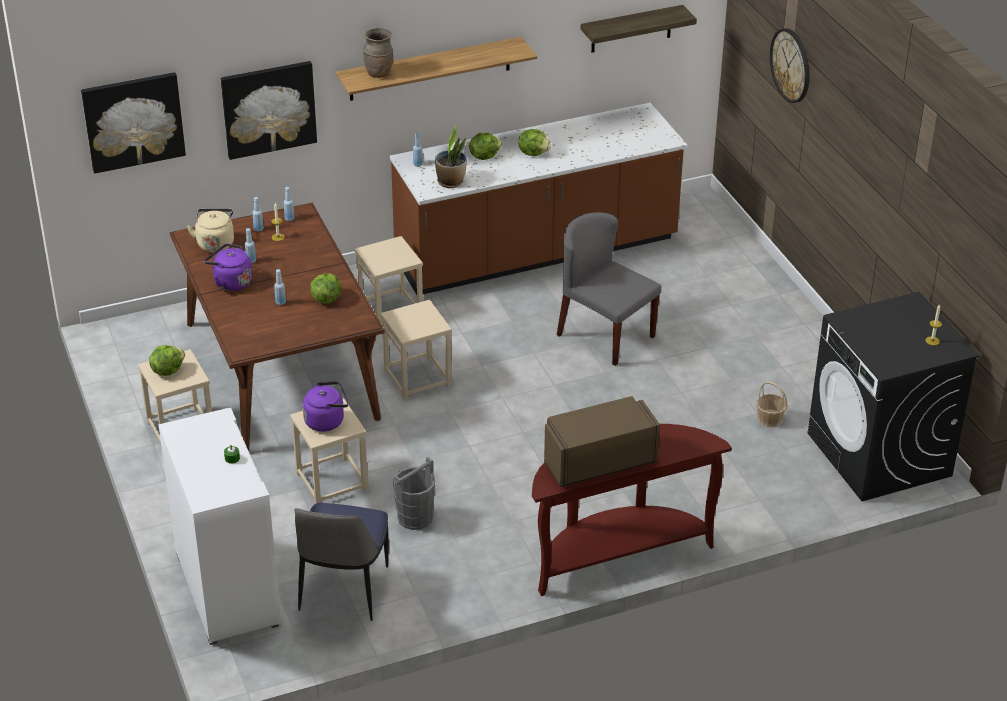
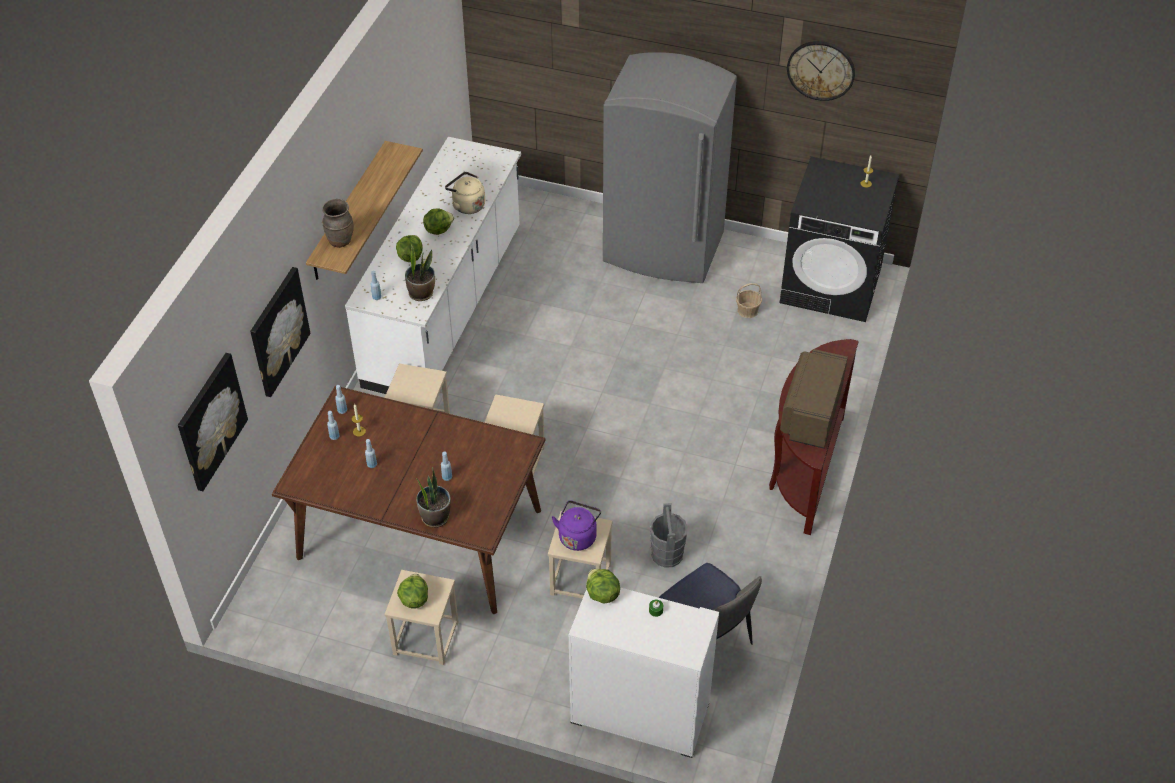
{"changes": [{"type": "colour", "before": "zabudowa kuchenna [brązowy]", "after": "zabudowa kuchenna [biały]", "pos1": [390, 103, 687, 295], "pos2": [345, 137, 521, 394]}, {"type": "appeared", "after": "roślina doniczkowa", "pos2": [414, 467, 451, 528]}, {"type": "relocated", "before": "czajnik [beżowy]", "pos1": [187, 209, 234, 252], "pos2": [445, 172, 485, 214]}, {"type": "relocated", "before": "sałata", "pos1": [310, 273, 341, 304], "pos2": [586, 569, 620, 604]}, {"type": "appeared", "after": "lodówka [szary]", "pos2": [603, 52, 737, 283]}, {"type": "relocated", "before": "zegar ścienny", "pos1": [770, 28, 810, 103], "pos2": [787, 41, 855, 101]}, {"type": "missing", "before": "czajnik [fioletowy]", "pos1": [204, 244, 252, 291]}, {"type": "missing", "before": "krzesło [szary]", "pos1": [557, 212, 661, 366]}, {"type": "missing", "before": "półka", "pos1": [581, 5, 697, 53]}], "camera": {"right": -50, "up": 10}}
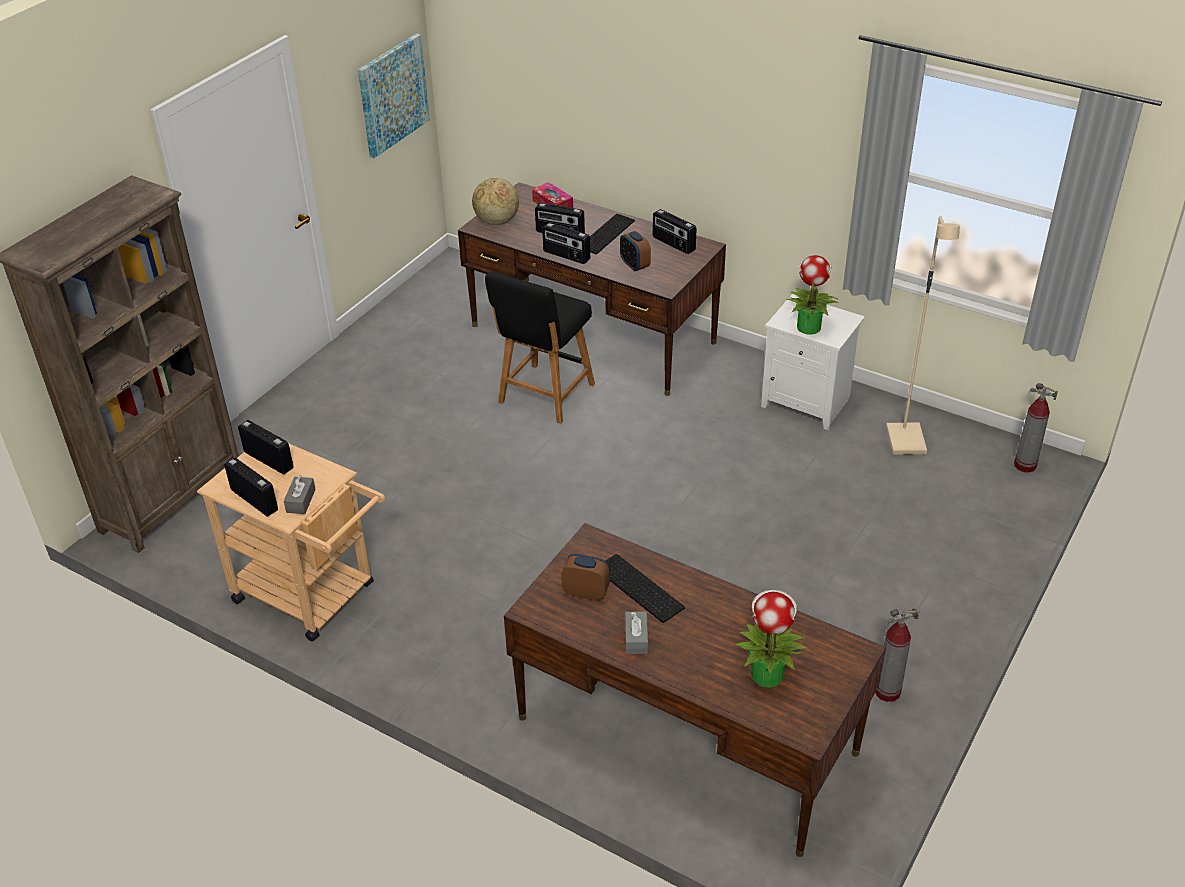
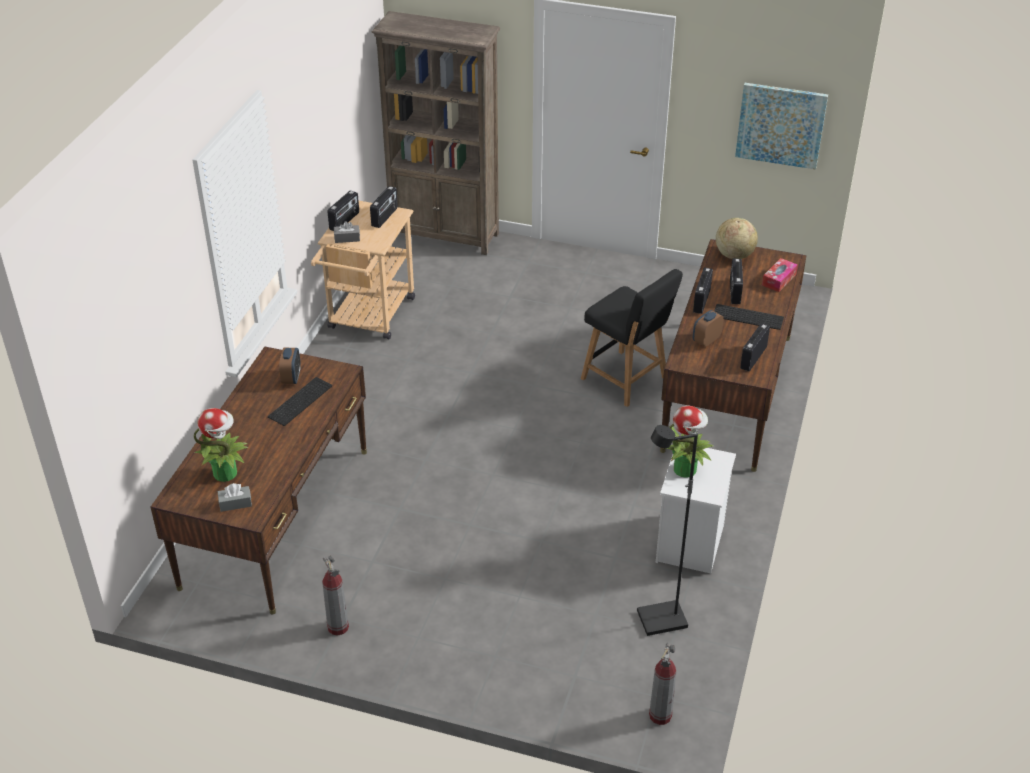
{"changes": [{"type": "relocated", "before": "pudełko chusteczek [szary]", "pos1": [625, 612, 648, 654], "pos2": [218, 483, 252, 512]}, {"type": "spun", "before": "krzesło [czarny]", "pos1": [485, 271, 595, 424], "pos2": [581, 269, 683, 407], "turn": -150}, {"type": "colour", "before": "lampa stojąca [beżowy]", "after": "lampa stojąca [czarny]", "pos1": [886, 216, 960, 455], "pos2": [637, 425, 698, 636]}], "camera": {"right": 75, "up": 0}}
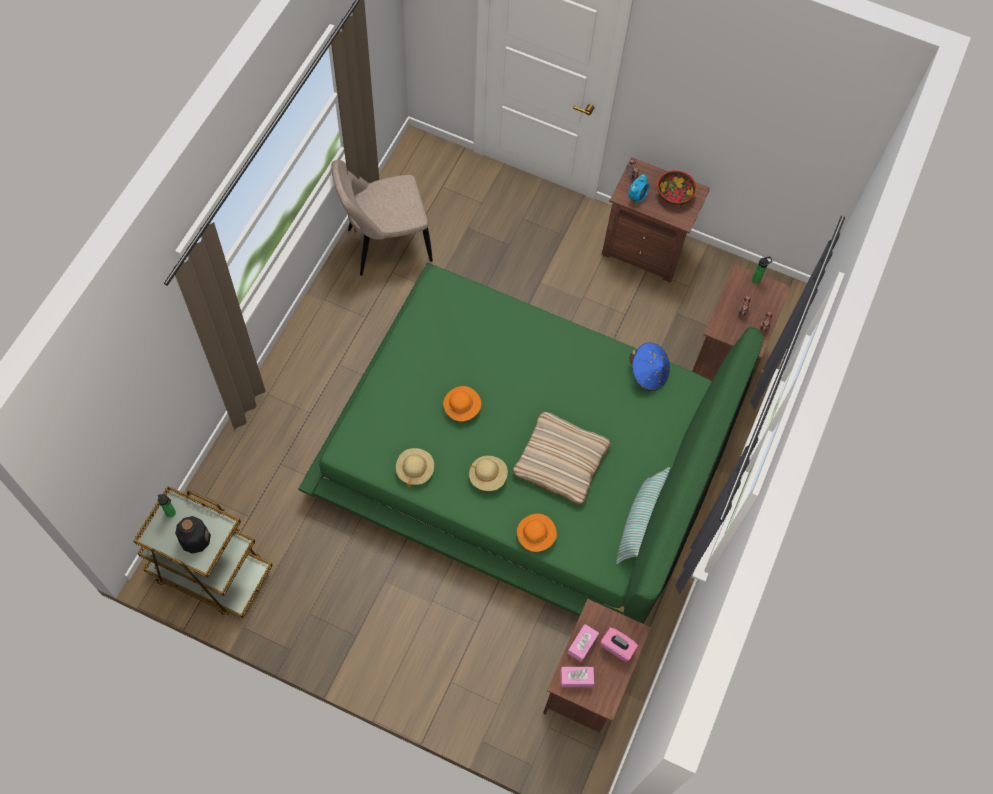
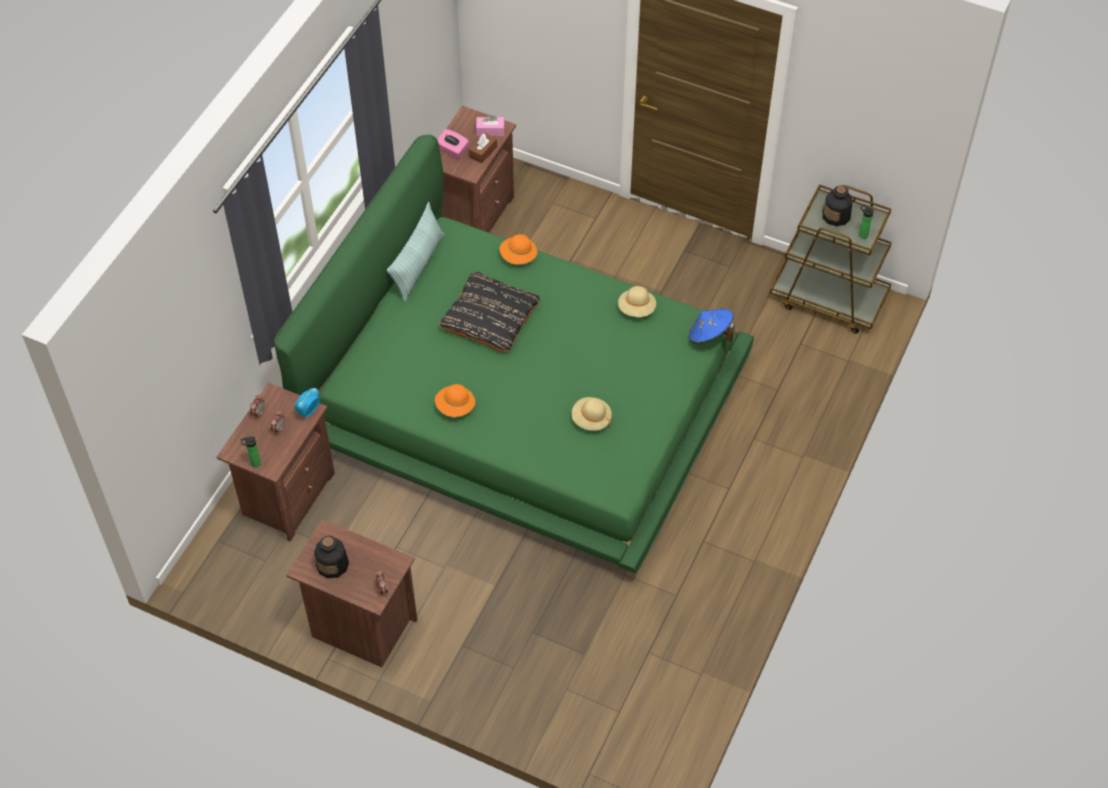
{"changes": [{"type": "relocated", "before": "budzik", "pos1": [628, 174, 649, 206], "pos2": [295, 388, 320, 418]}, {"type": "exchanged", "before": "miska", "after": "butelka", "pos1": [657, 170, 697, 205], "pos2": [314, 536, 349, 578]}, {"type": "relocated", "before": "kapelusz [pomarańczowy]", "pos1": [443, 386, 481, 421], "pos2": [435, 384, 475, 417]}, {"type": "colour", "before": "poduszka [beżowy]", "after": "poduszka [czarny]", "pos1": [513, 412, 611, 504], "pos2": [439, 272, 540, 353]}, {"type": "colour", "before": "pudełko chusteczek [różowy]", "after": "pudełko chusteczek [brązowy]", "pos1": [567, 624, 599, 662], "pos2": [469, 133, 497, 164]}, {"type": "relocated", "before": "kapelusz [beżowy]", "pos1": [469, 456, 508, 491], "pos2": [572, 397, 612, 431]}, {"type": "relocated", "before": "kapelusz [niebieski]", "pos1": [629, 343, 670, 391], "pos2": [688, 309, 735, 344]}, {"type": "missing", "before": "krzesło [beżowy]", "pos1": [331, 160, 433, 276]}], "camera": {"right": -175, "up": -10}}
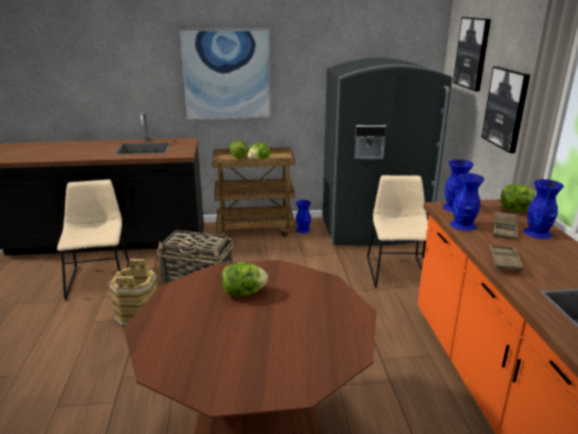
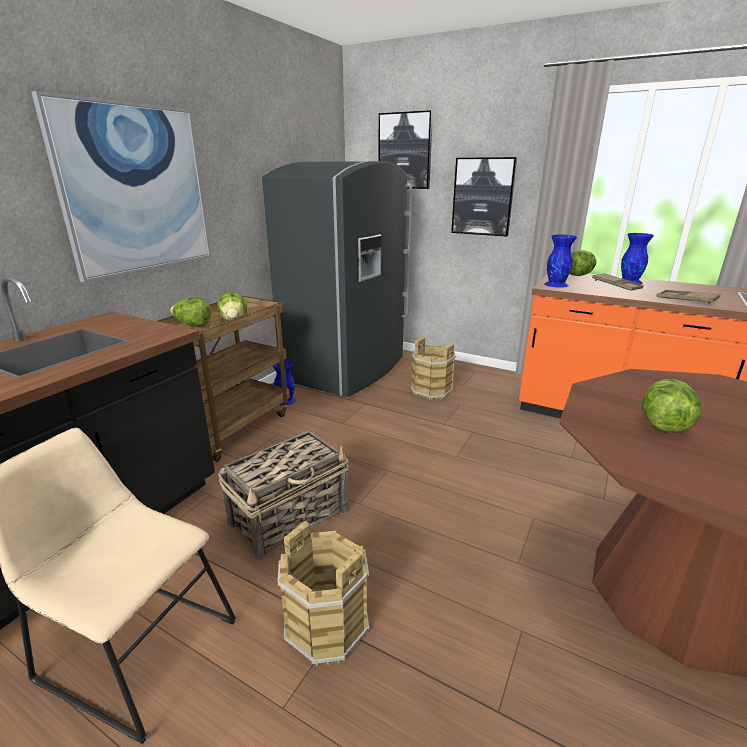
{"changes": [{"type": "exchanged", "before": "krzesło [beżowy]", "after": "wiadro [brązowy]", "pos1": [367, 175, 429, 288], "pos2": [411, 337, 456, 400]}, {"type": "missing", "before": "wazon [niebieski]", "pos1": [450, 173, 485, 231]}], "camera": {"right": -55, "up": 0}}
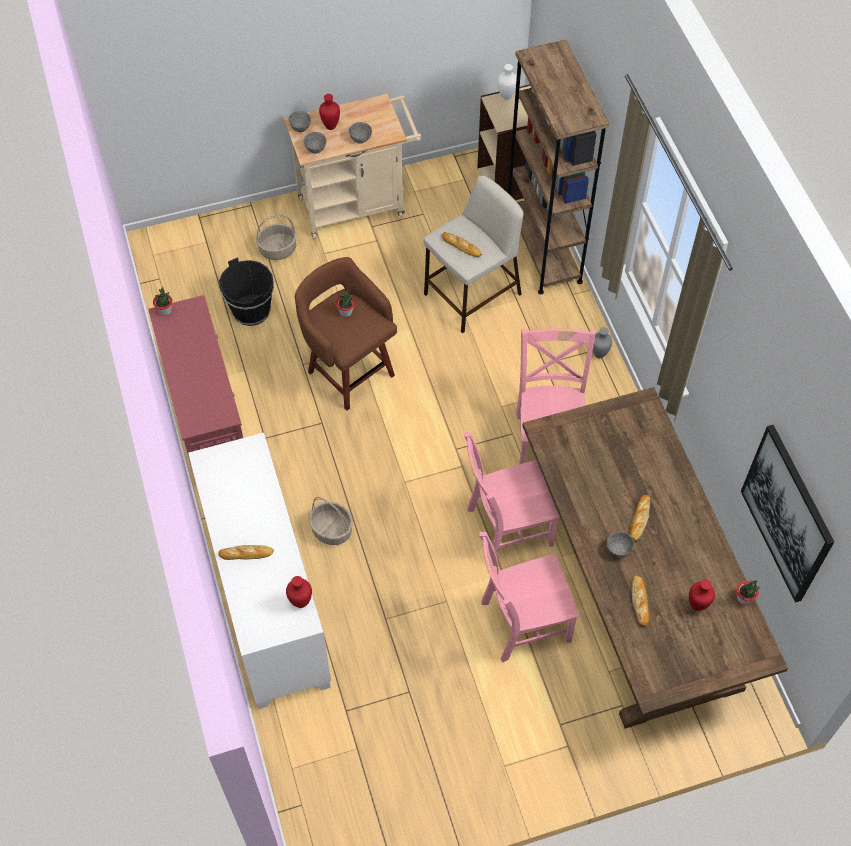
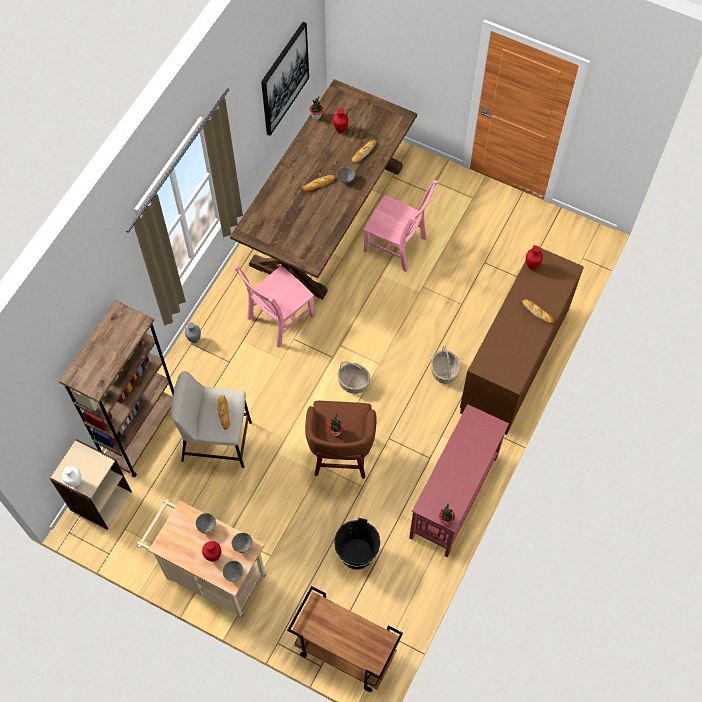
{"changes": [{"type": "appeared", "after": "wózek [brązowy]", "pos2": [287, 586, 403, 692]}, {"type": "relocated", "before": "koszyk", "pos1": [256, 215, 297, 260], "pos2": [337, 361, 370, 394]}, {"type": "colour", "before": "szafka [biały]", "after": "szafka [brązowy]", "pos1": [188, 433, 331, 709], "pos2": [460, 245, 584, 435]}, {"type": "missing", "before": "krzesło [różowy]", "pos1": [464, 432, 560, 553]}], "camera": {"right": -135, "up": 5}}
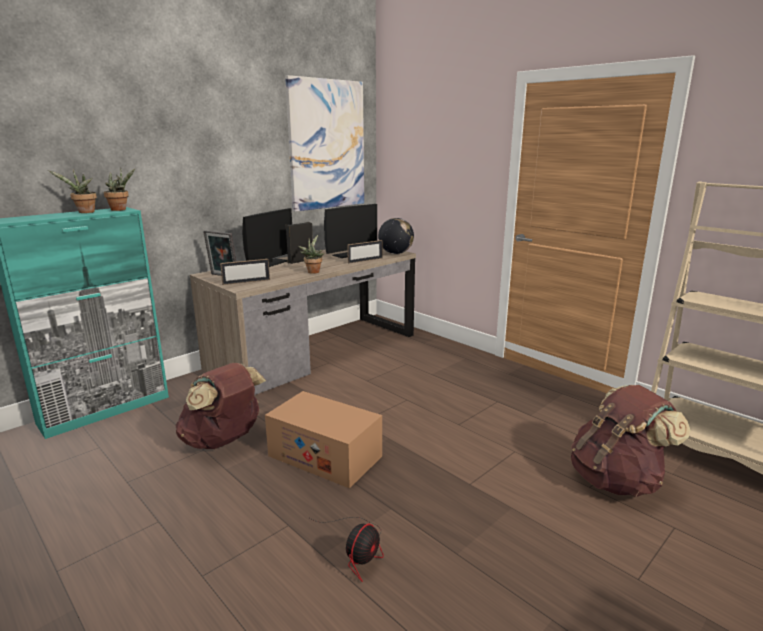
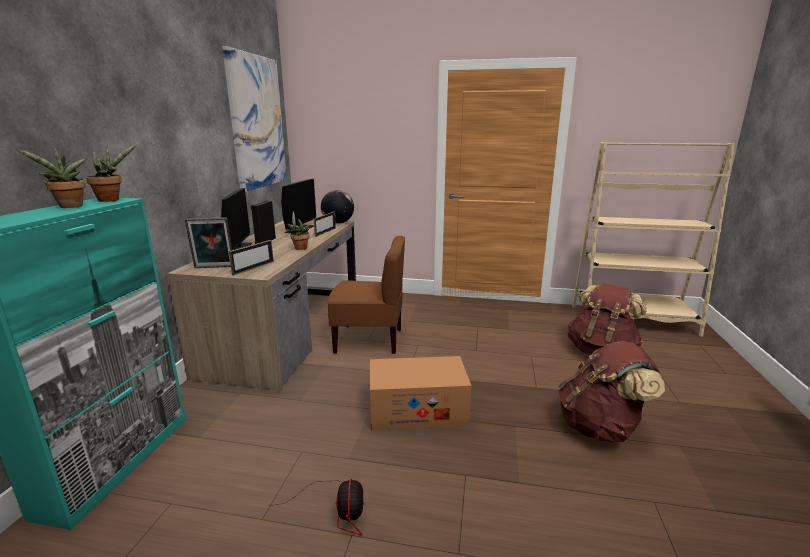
{"changes": [{"type": "relocated", "before": "wentylator", "pos1": [310, 517, 384, 582], "pos2": [277, 479, 364, 535]}, {"type": "appeared", "after": "krzesło [brązowy]", "pos2": [327, 236, 405, 354]}, {"type": "relocated", "before": "plecak [brązowy]", "pos1": [175, 363, 266, 449], "pos2": [558, 341, 665, 442]}], "camera": {"right": -35, "up": 0}}
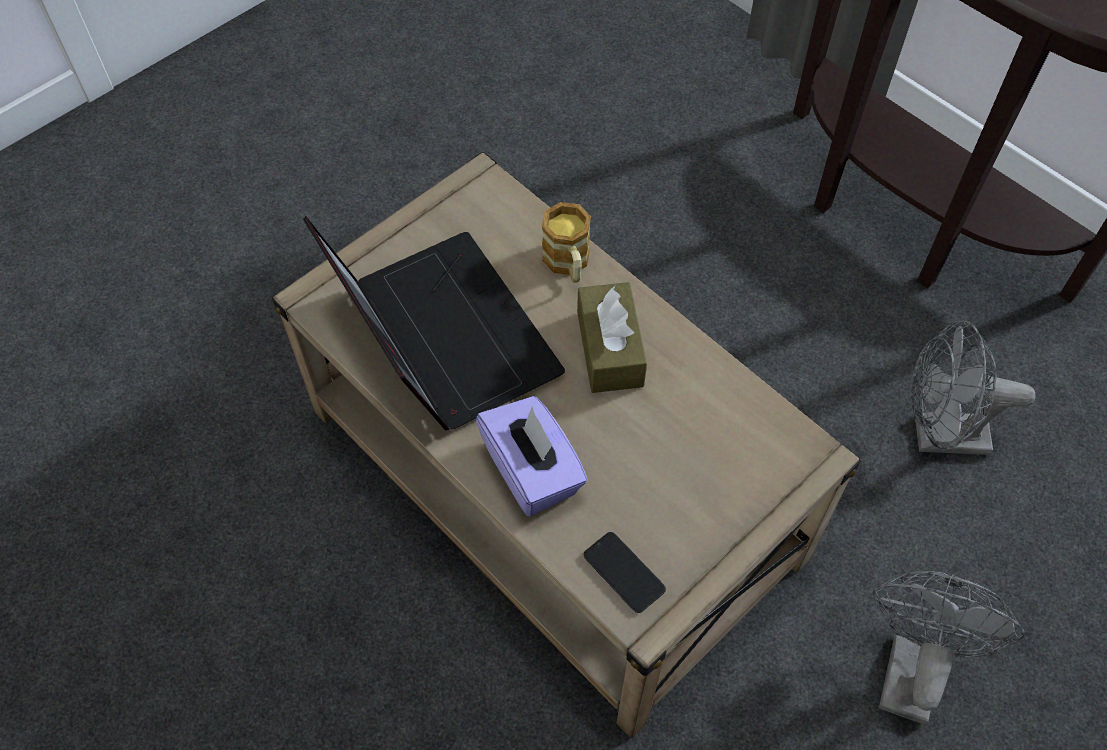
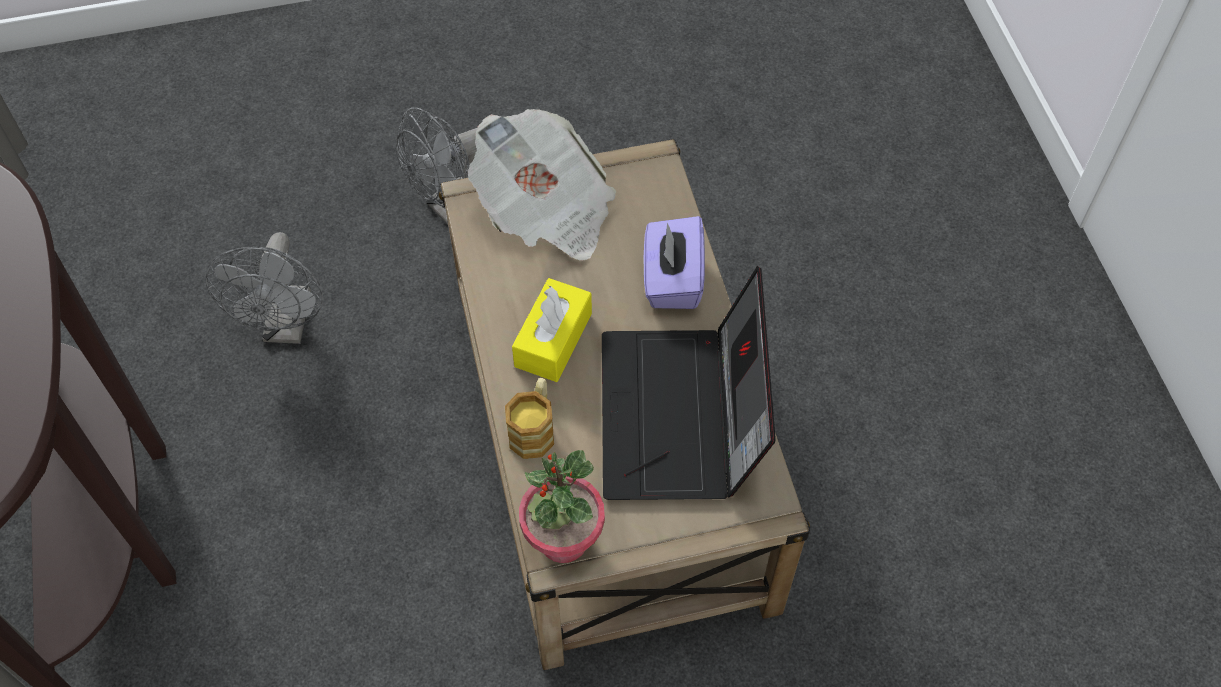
{"changes": [{"type": "spun", "before": "wentylator [szary]", "pos1": [911, 320, 1036, 455], "pos2": [206, 232, 323, 344], "turn": 60}, {"type": "appeared", "after": "gazeta", "pos2": [468, 109, 616, 261]}, {"type": "colour", "before": "pudełko chusteczek [brązowy]", "after": "pudełko chusteczek [żółty]", "pos1": [577, 282, 647, 393], "pos2": [512, 278, 592, 382]}, {"type": "appeared", "after": "roślina doniczkowa", "pos2": [519, 450, 605, 563]}, {"type": "missing", "before": "telefon", "pos1": [584, 532, 666, 613]}], "camera": {"right": -150, "up": 0}}
